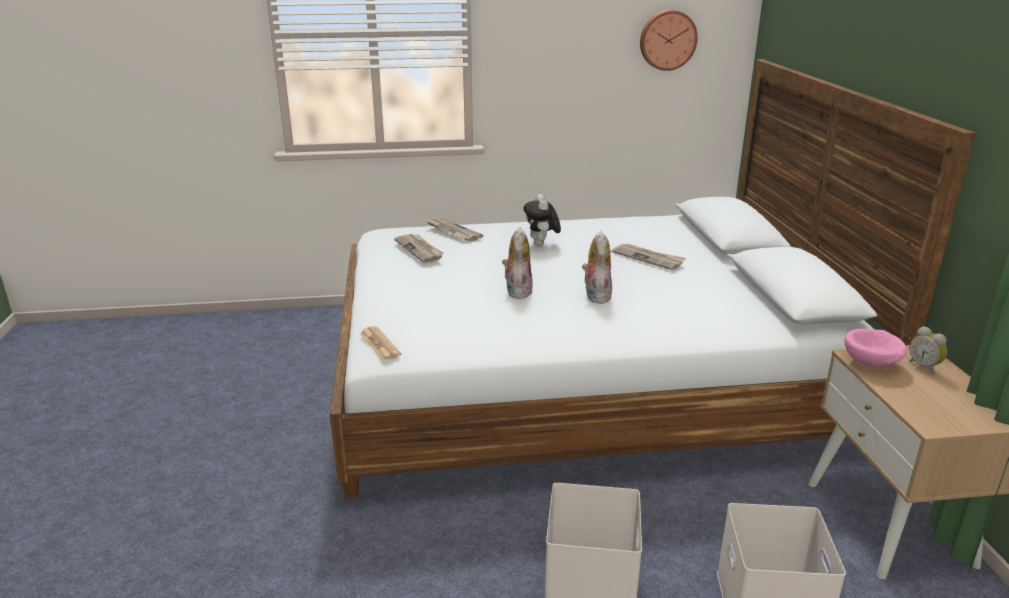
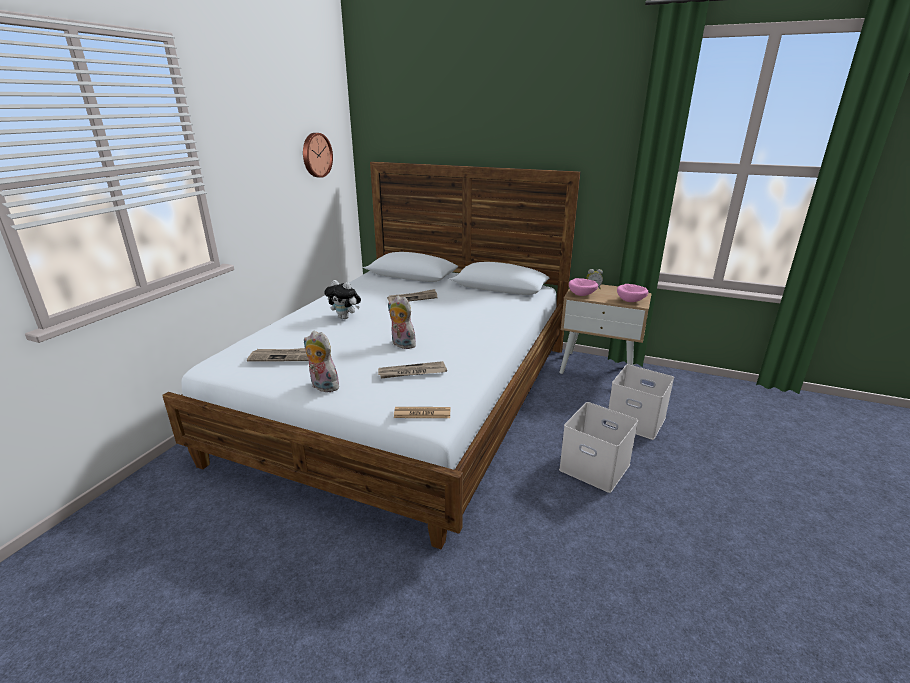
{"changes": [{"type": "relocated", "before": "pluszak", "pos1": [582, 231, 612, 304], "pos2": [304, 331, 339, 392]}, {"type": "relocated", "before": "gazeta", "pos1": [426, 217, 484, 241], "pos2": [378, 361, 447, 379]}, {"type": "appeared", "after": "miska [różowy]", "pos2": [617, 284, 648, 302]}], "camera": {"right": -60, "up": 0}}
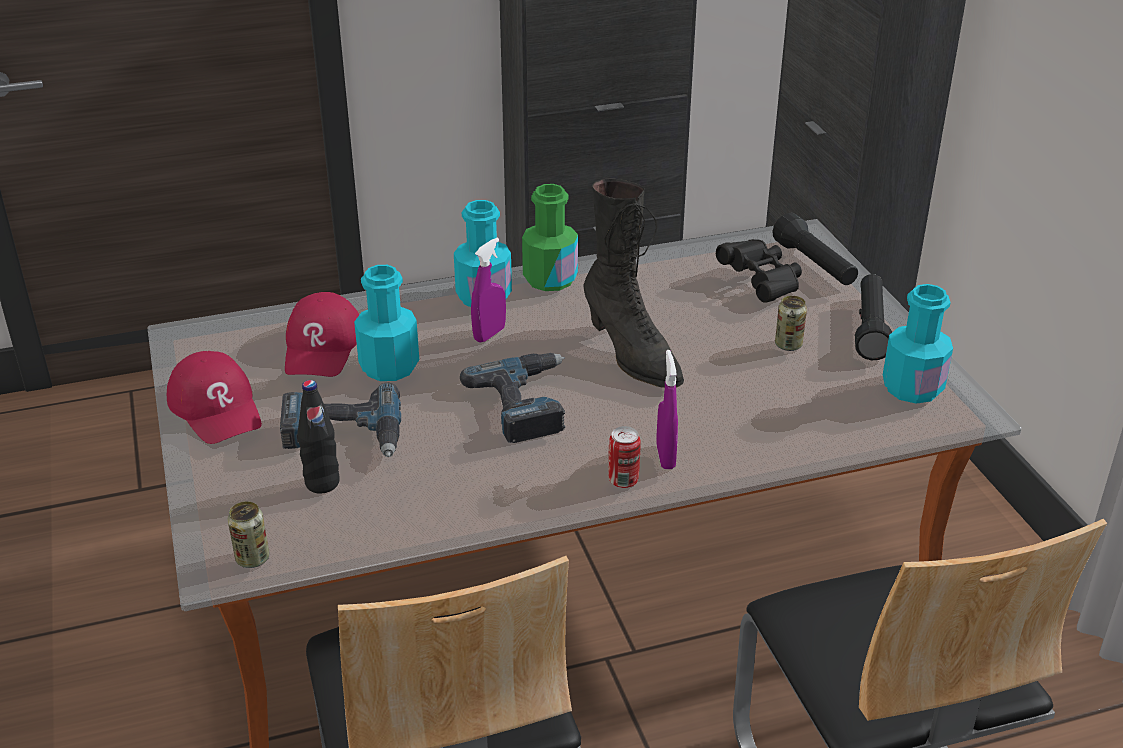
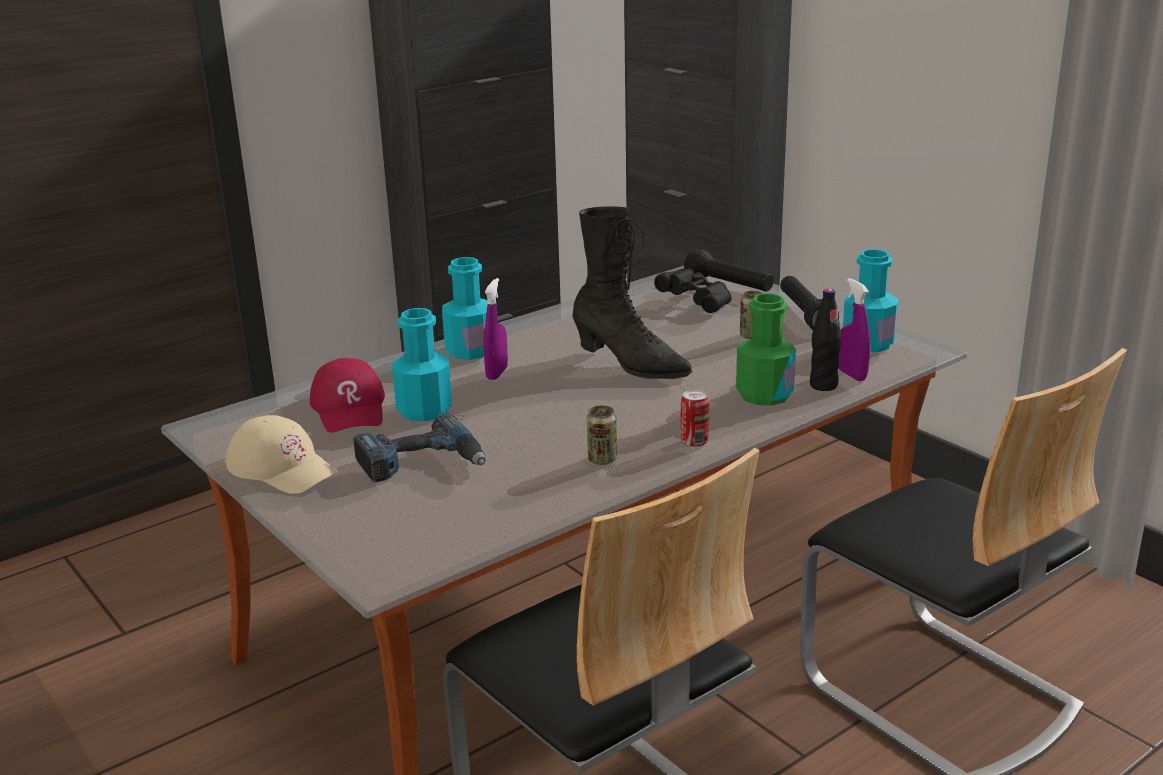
{"changes": [{"type": "colour", "before": "czapka z daszkiem [czerwony]", "after": "czapka z daszkiem [beżowy]", "pos1": [167, 351, 262, 444], "pos2": [225, 415, 338, 494]}, {"type": "relocated", "before": "puszka", "pos1": [228, 501, 269, 568], "pos2": [587, 405, 617, 465]}, {"type": "relocated", "before": "butelka [zielony]", "pos1": [522, 184, 578, 291], "pos2": [736, 293, 796, 406]}, {"type": "relocated", "before": "butelka [czarny]", "pos1": [297, 380, 340, 494], "pos2": [810, 289, 841, 391]}, {"type": "relocated", "before": "spryskiwacz [fioletowy]", "pos1": [656, 350, 678, 469], "pos2": [838, 278, 871, 381]}, {"type": "missing", "before": "wiertarka", "pos1": [460, 353, 565, 443]}], "camera": {"right": -20, "up": -10}}
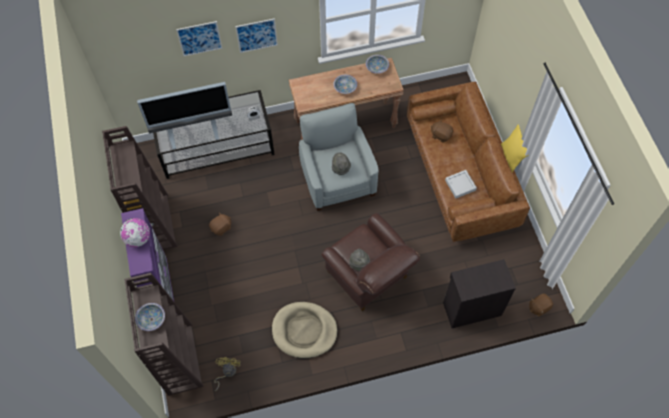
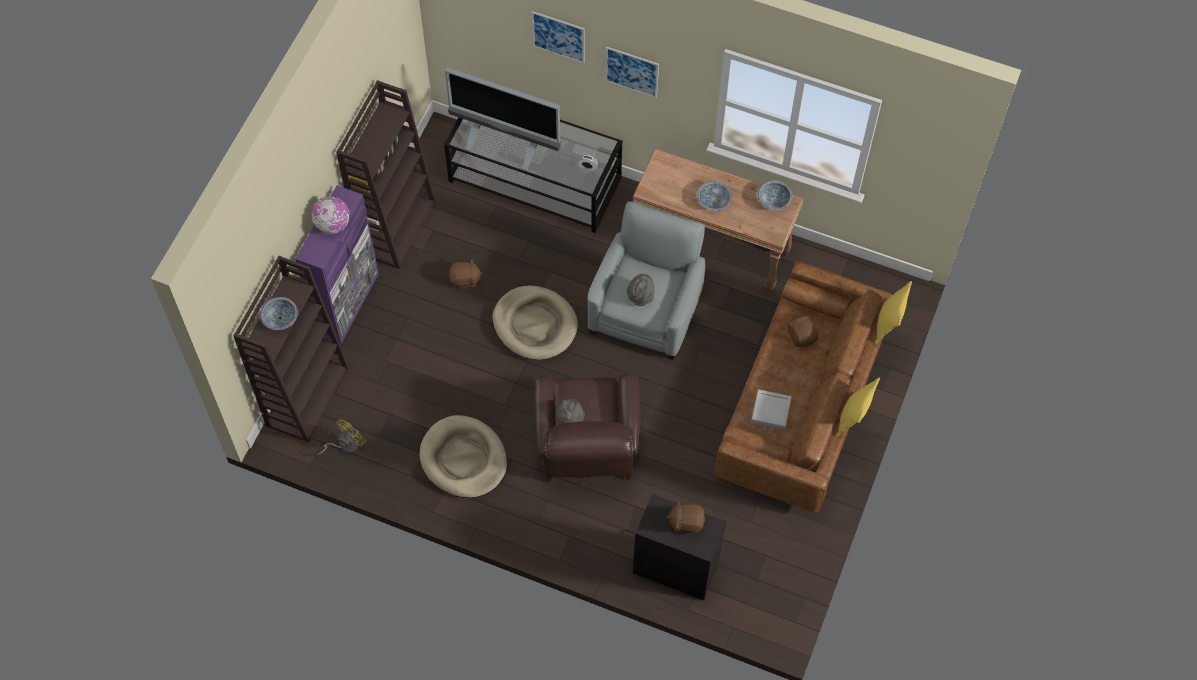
{"changes": [{"type": "appeared", "after": "legowisko [beżowy]", "pos2": [493, 285, 578, 360]}, {"type": "relocated", "before": "pluszak [brązowy]", "pos1": [529, 294, 553, 317], "pos2": [666, 501, 705, 534]}, {"type": "appeared", "after": "poduszka [żółty]", "pos2": [875, 281, 912, 343]}], "camera": {"right": 35, "up": 0}}
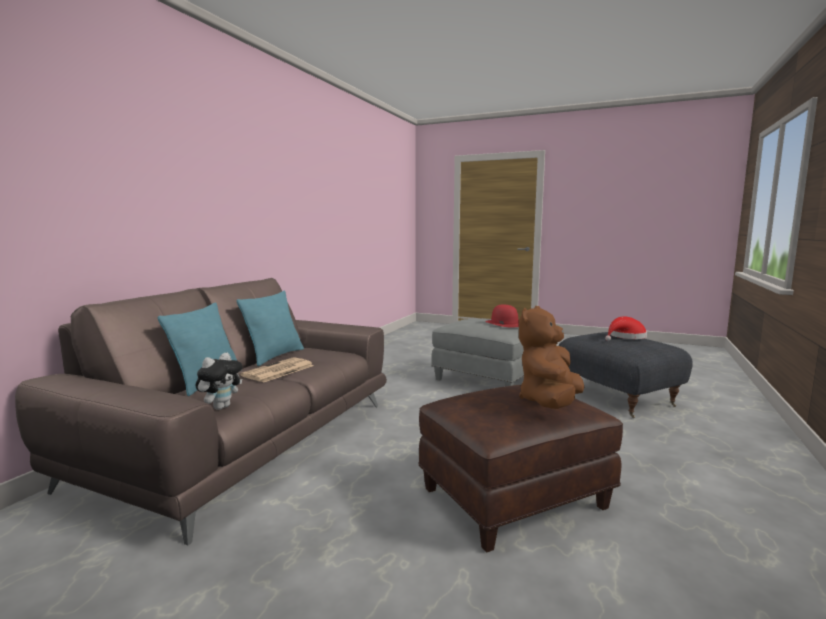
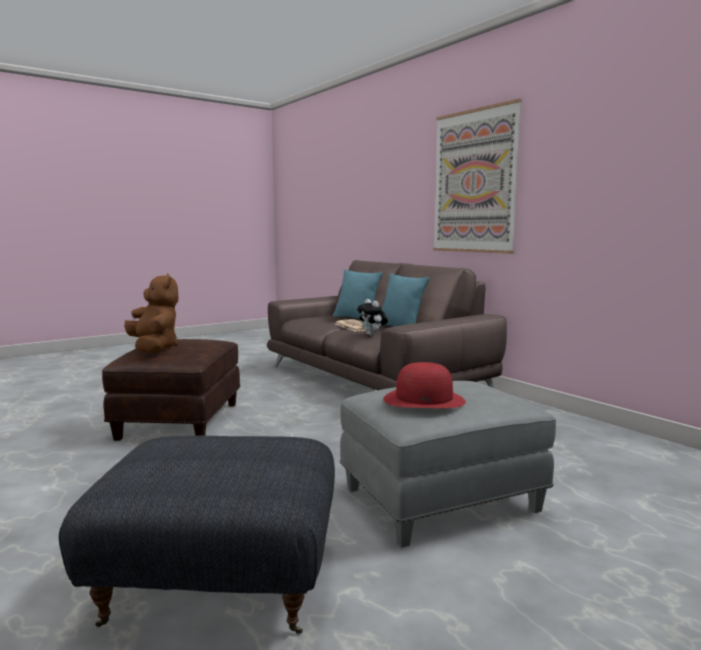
{"changes": [{"type": "relocated", "before": "pluszak", "pos1": [195, 353, 242, 410], "pos2": [357, 299, 388, 336]}, {"type": "appeared", "after": "obraz", "pos2": [433, 99, 522, 254]}, {"type": "missing", "before": "kapelusz [czerwony]", "pos1": [605, 316, 647, 341]}], "camera": {"right": 120, "up": 0}}
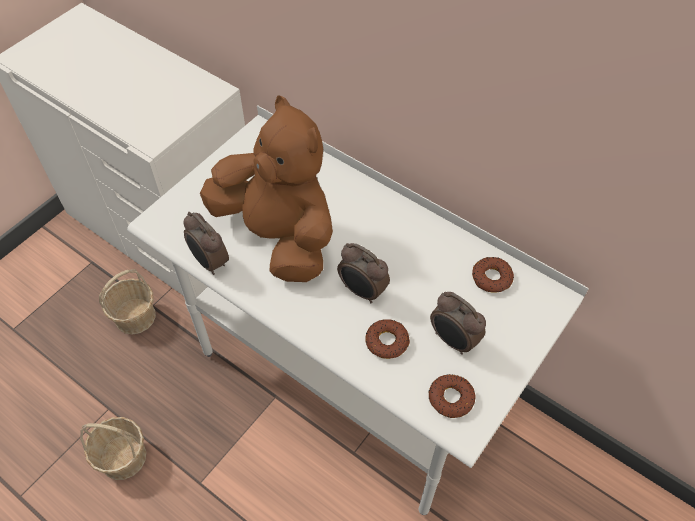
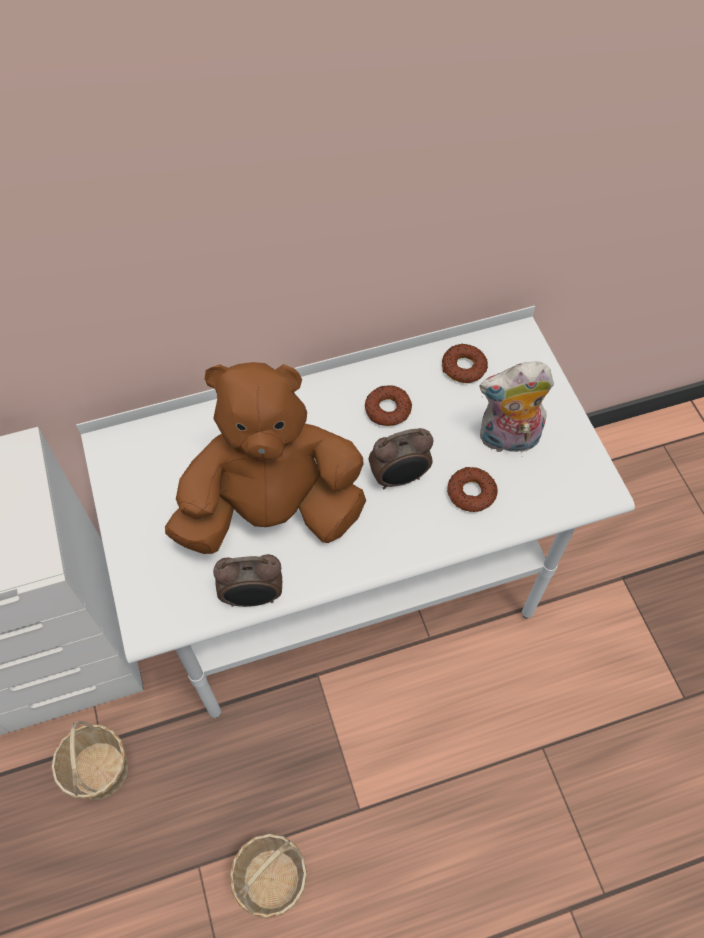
{"changes": [{"type": "relocated", "before": "donut", "pos1": [428, 374, 475, 418], "pos2": [365, 385, 412, 426]}, {"type": "exchanged", "before": "budzik", "after": "pluszak", "pos1": [430, 292, 486, 355], "pos2": [480, 362, 554, 452]}], "camera": {"right": -55, "up": 5}}
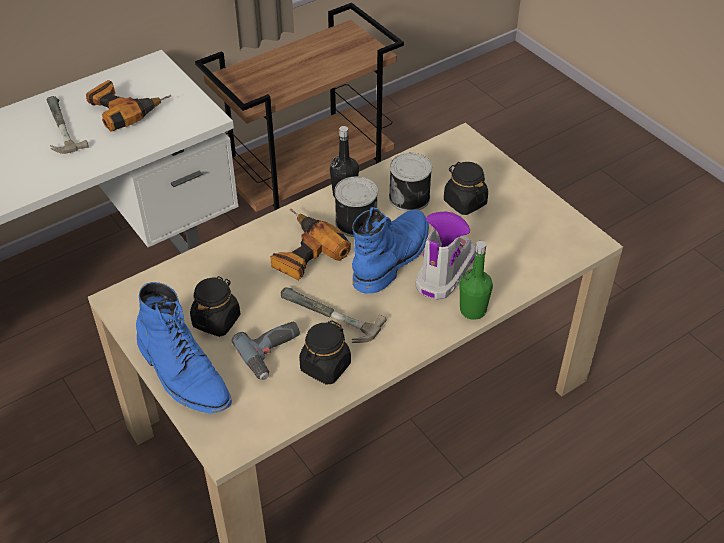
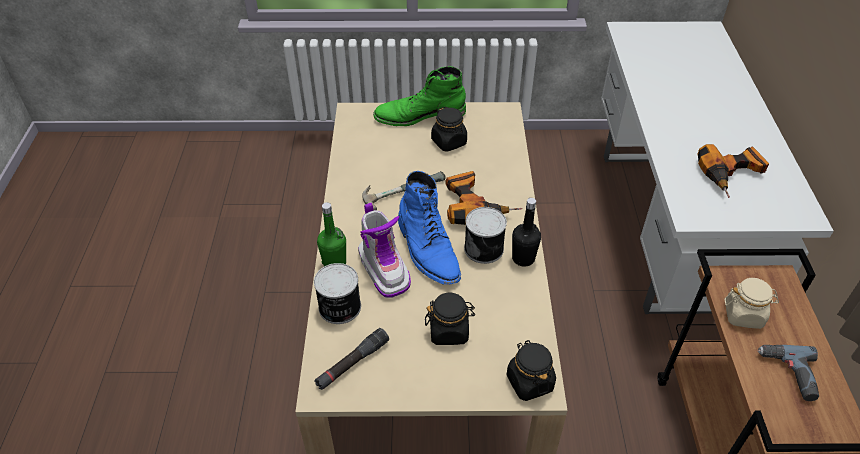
{"changes": [{"type": "relocated", "before": "puszka", "pos1": [389, 153, 432, 212], "pos2": [314, 263, 361, 324]}, {"type": "appeared", "after": "latarka [czarny]", "pos2": [314, 328, 389, 390]}, {"type": "colour", "before": "but z cholewką [niebieski]", "after": "but z cholewką [zielony]", "pos1": [136, 282, 232, 414], "pos2": [373, 66, 466, 126]}, {"type": "relocated", "before": "słoik [czarny]", "pos1": [299, 320, 351, 385], "pos2": [507, 340, 556, 401]}, {"type": "appeared", "after": "słoik [beżowy]", "pos2": [724, 278, 779, 329]}, {"type": "relocated", "before": "wiertarka", "pos1": [232, 322, 300, 380], "pos2": [758, 345, 819, 401]}, {"type": "missing", "before": "młotek", "pos1": [47, 96, 89, 154]}], "camera": {"right": 125, "up": 0}}
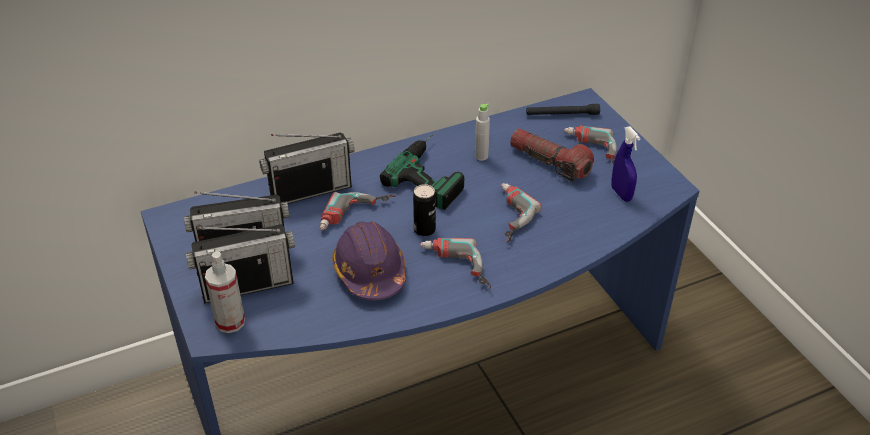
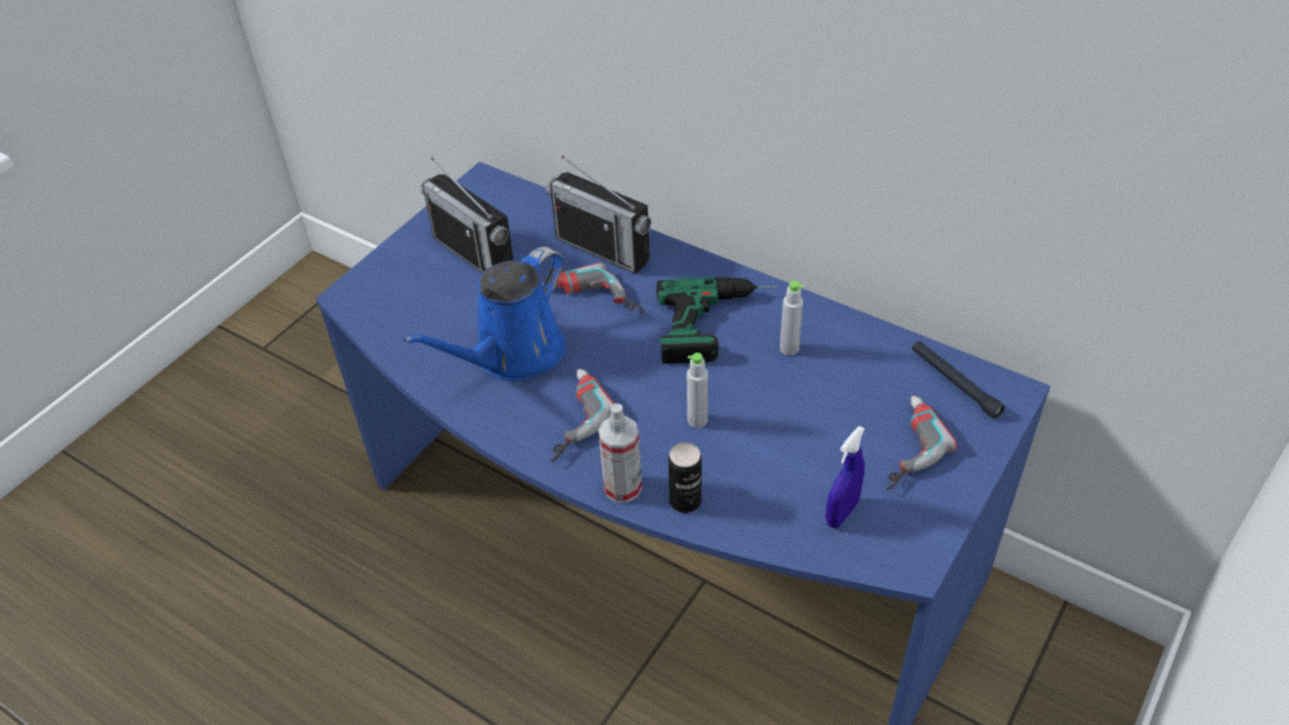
{"changes": [{"type": "exchanged", "before": "kask [fioletowy]", "after": "konewka [niebieski]", "pos1": [332, 221, 406, 300], "pos2": [403, 247, 566, 381]}, {"type": "relocated", "before": "spryskiwacz", "pos1": [205, 251, 245, 333], "pos2": [598, 404, 642, 503]}, {"type": "relocated", "before": "puszka", "pos1": [413, 184, 436, 236], "pos2": [668, 443, 702, 513]}, {"type": "exchanged", "before": "wiertarka", "after": "butelka [szary]", "pos1": [501, 183, 542, 243], "pos2": [687, 353, 708, 428]}, {"type": "missing", "before": "radio", "pos1": [186, 224, 295, 303]}, {"type": "missing", "before": "latarka", "pos1": [510, 128, 594, 182]}], "camera": {"right": 60, "up": 5}}
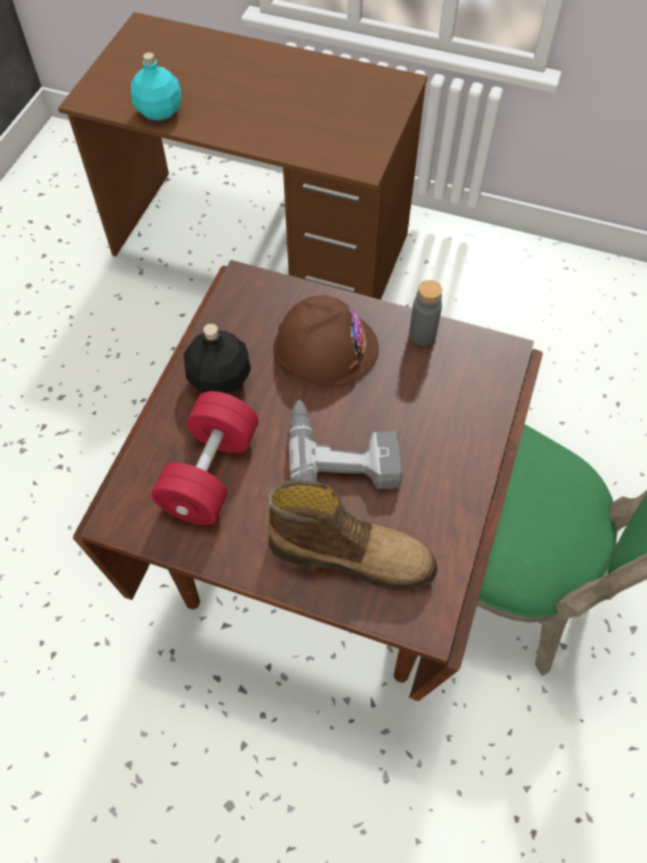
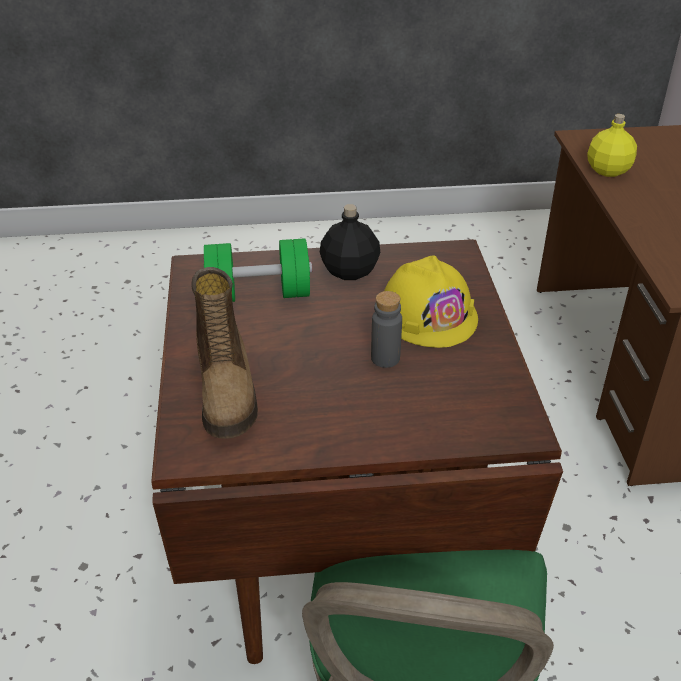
{"changes": [{"type": "colour", "before": "hantel [czerwony]", "after": "hantel [zielony]", "pos1": [151, 391, 259, 525], "pos2": [204, 238, 312, 302]}, {"type": "relocated", "before": "butelka [szary]", "pos1": [409, 280, 442, 346], "pos2": [371, 291, 402, 368]}, {"type": "colour", "before": "kask [brązowy]", "after": "kask [żółty]", "pos1": [274, 295, 379, 388], "pos2": [384, 255, 478, 348]}, {"type": "colour", "before": "butelka [turkusowy]", "after": "butelka [żółty]", "pos1": [131, 52, 181, 121], "pos2": [587, 114, 637, 177]}, {"type": "missing", "before": "wiertarka", "pos1": [288, 400, 402, 489]}], "camera": {"right": 65, "up": -20}}
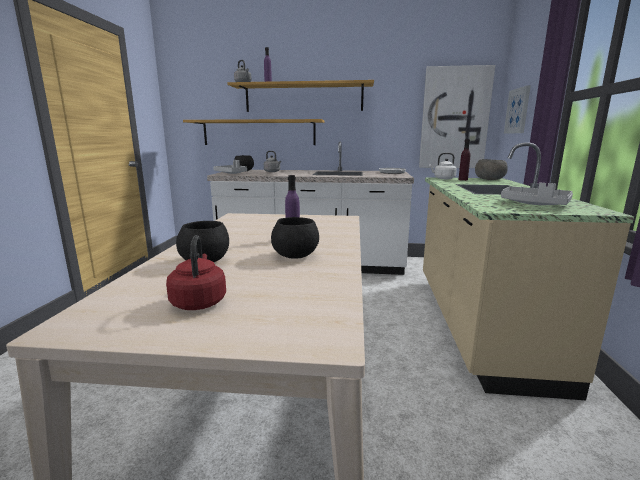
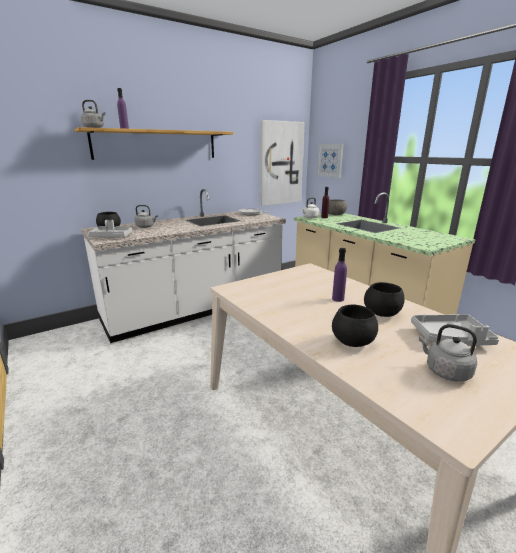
{"changes": [{"type": "relocated", "before": "taca [szary]", "pos1": [501, 182, 573, 205], "pos2": [411, 314, 499, 346]}, {"type": "colour", "before": "czajnik [czerwony]", "after": "czajnik [szary]", "pos1": [166, 235, 226, 310], "pos2": [419, 324, 477, 382]}, {"type": "missing", "before": "półka", "pos1": [183, 119, 324, 145]}], "camera": {"right": -40, "up": 5}}
